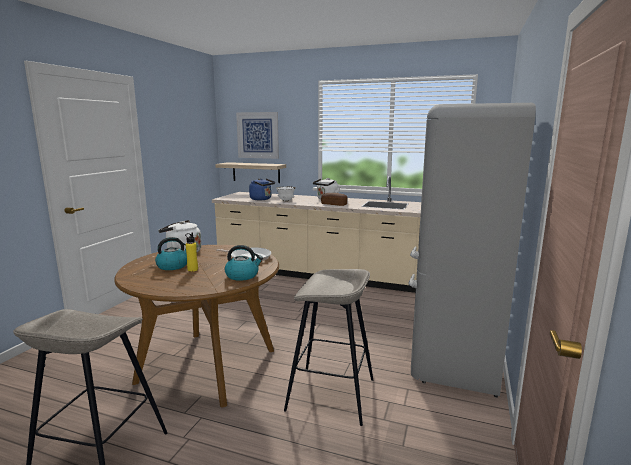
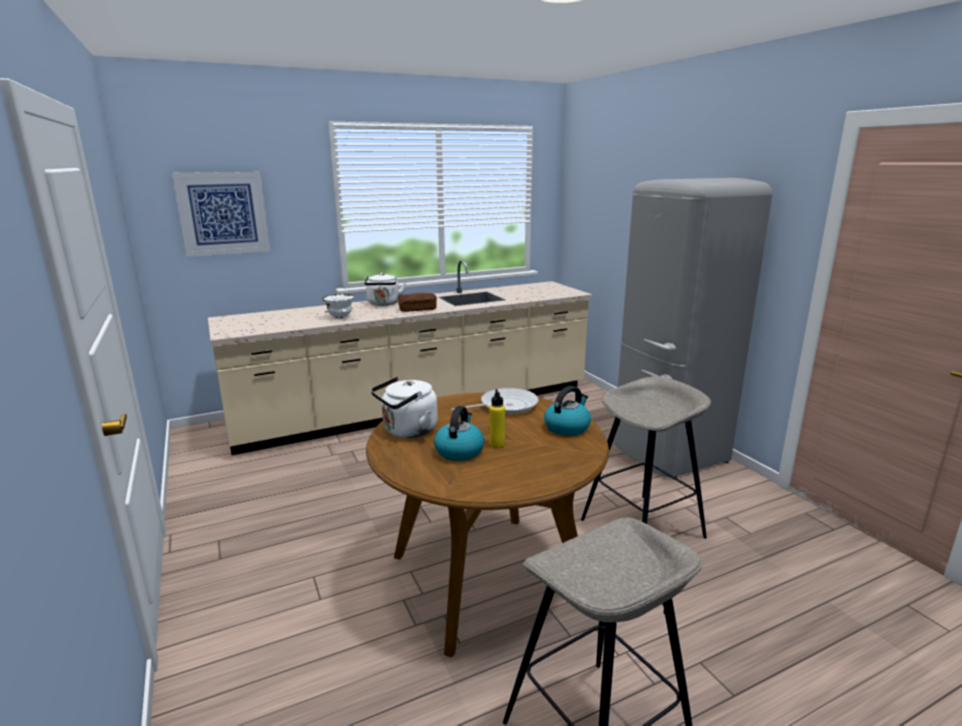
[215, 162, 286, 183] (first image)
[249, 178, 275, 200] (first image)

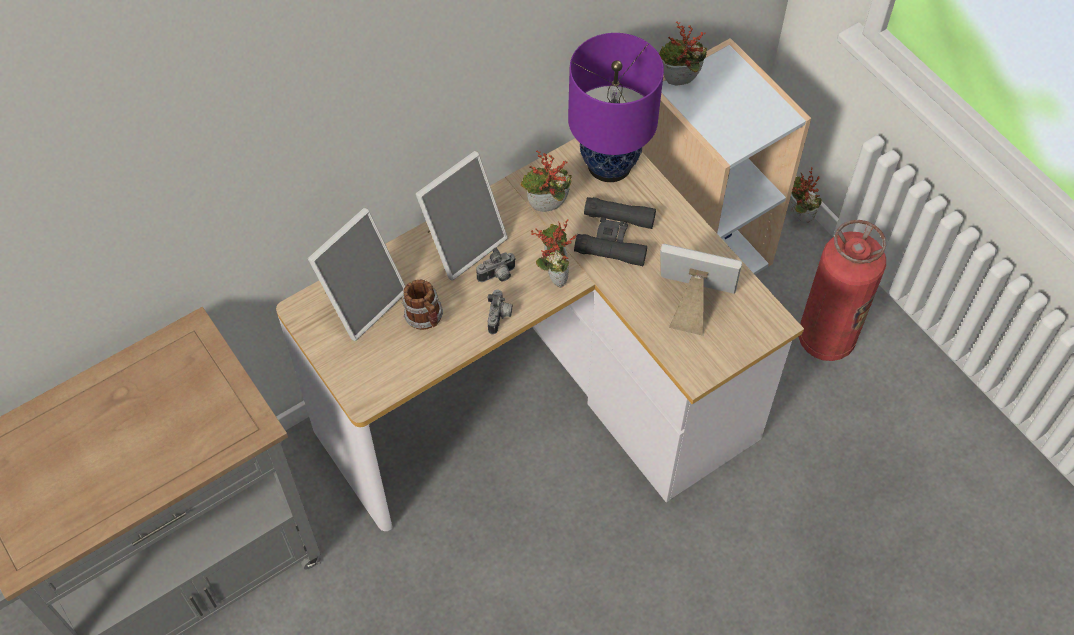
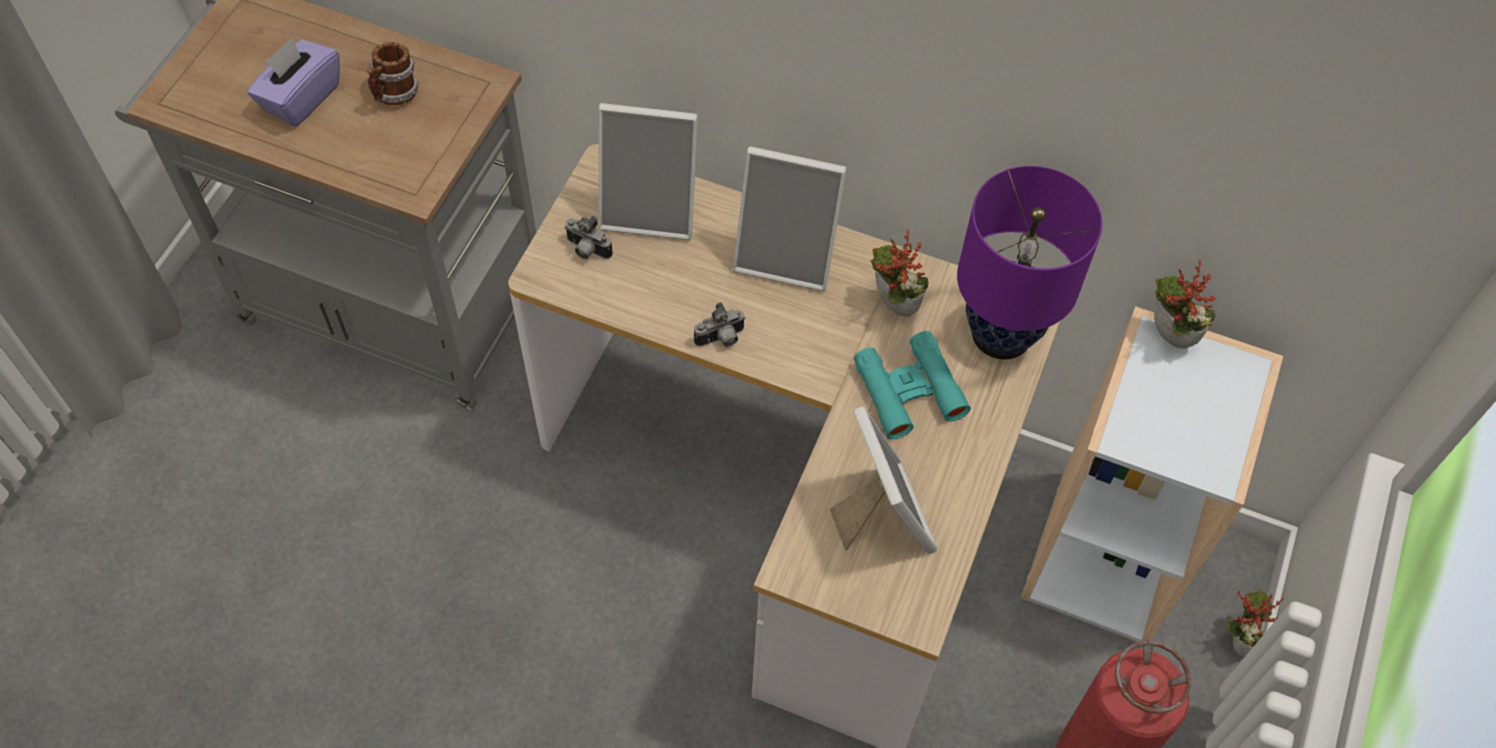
[247, 38, 340, 127]
[367, 42, 419, 105]
[564, 216, 613, 259]
[854, 331, 971, 439]
[530, 219, 577, 288] (first image)

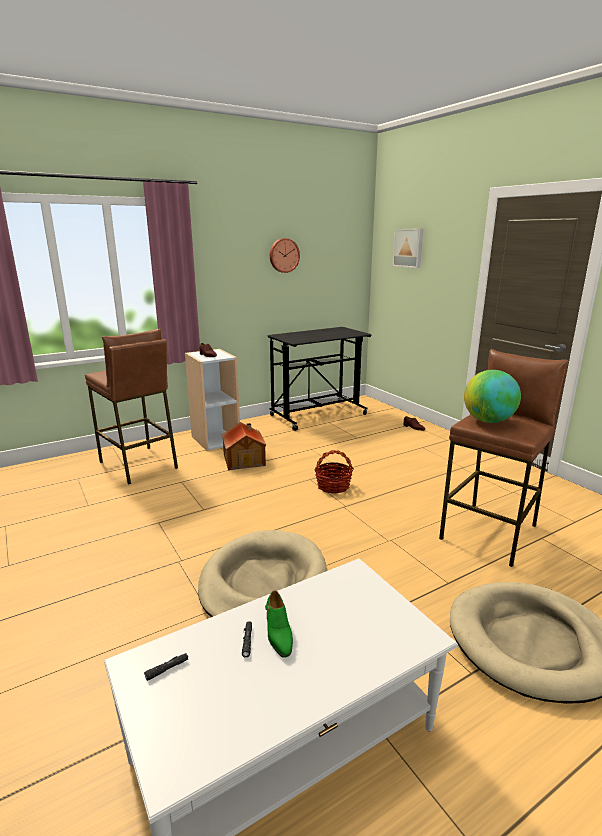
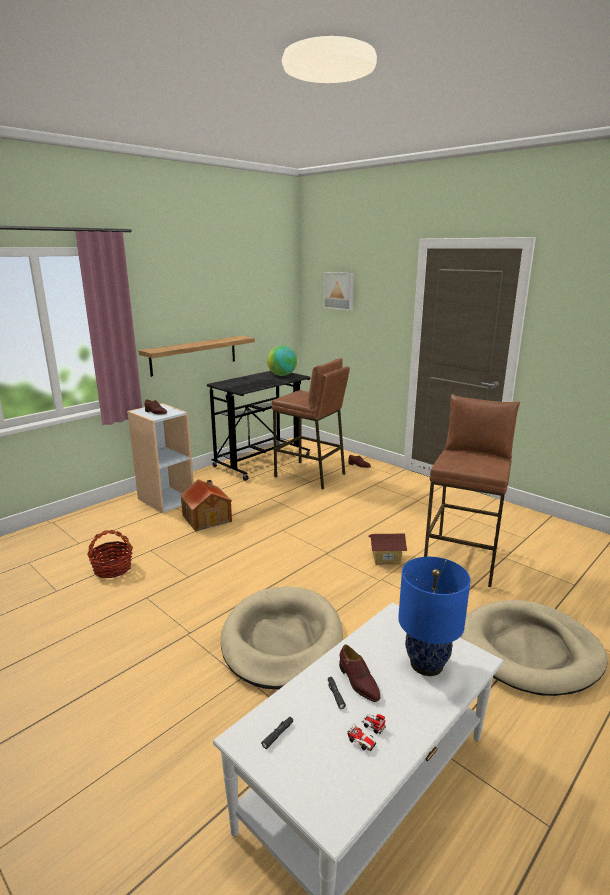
[87, 530, 133, 578]
[138, 336, 255, 377]
[267, 345, 297, 376]
[272, 358, 350, 489]
[339, 645, 380, 702]
[347, 714, 386, 751]
[368, 534, 407, 564]
[398, 557, 471, 676]
[270, 238, 300, 273] (first image)

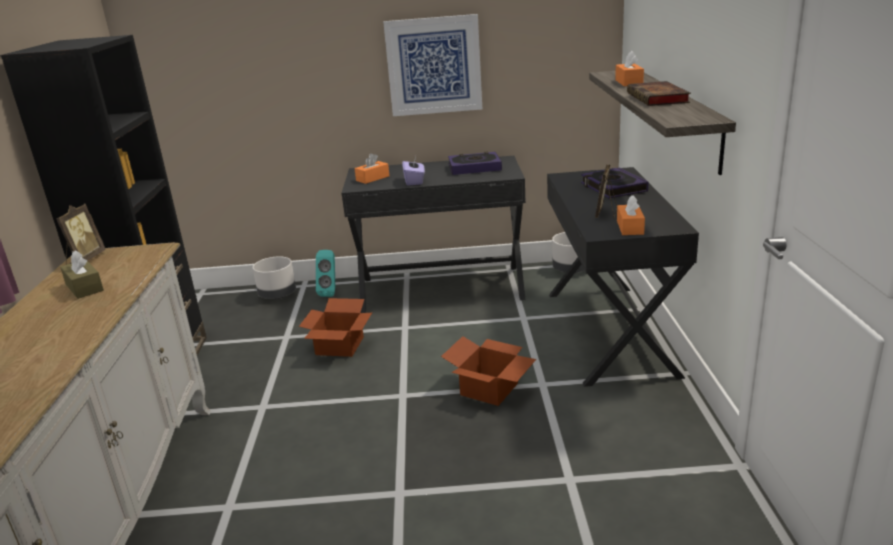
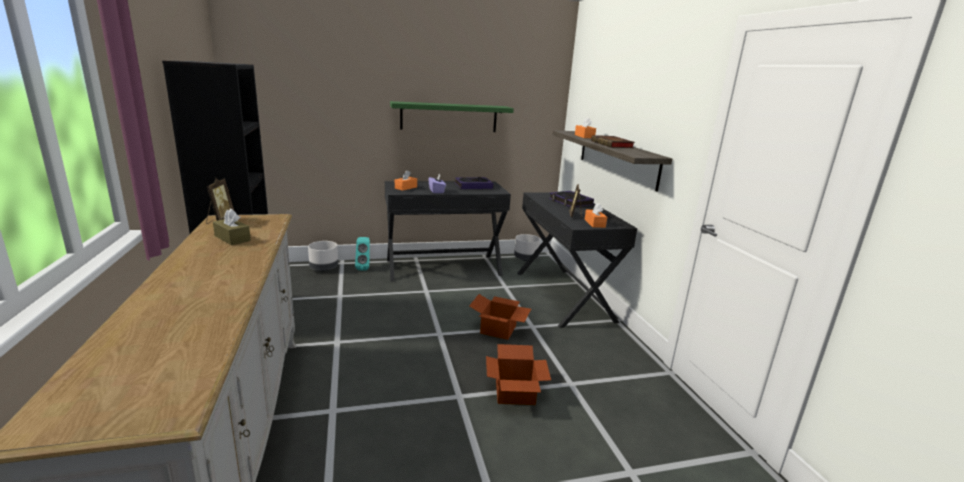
[390, 101, 514, 132]
[486, 344, 551, 405]

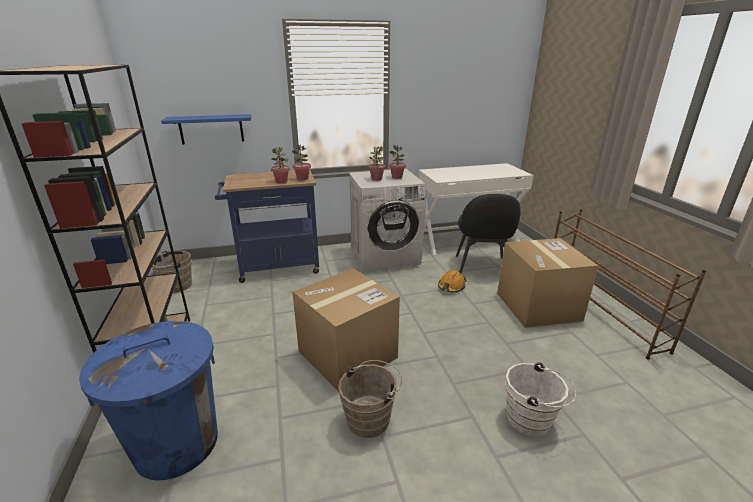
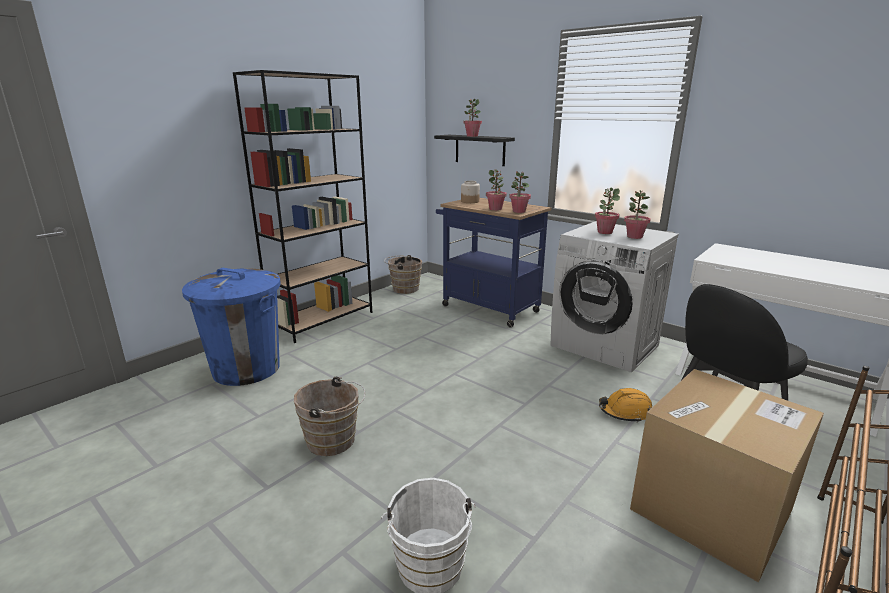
[434, 135, 515, 166]
[461, 181, 480, 203]
[464, 99, 482, 137]
[292, 268, 400, 391] (first image)

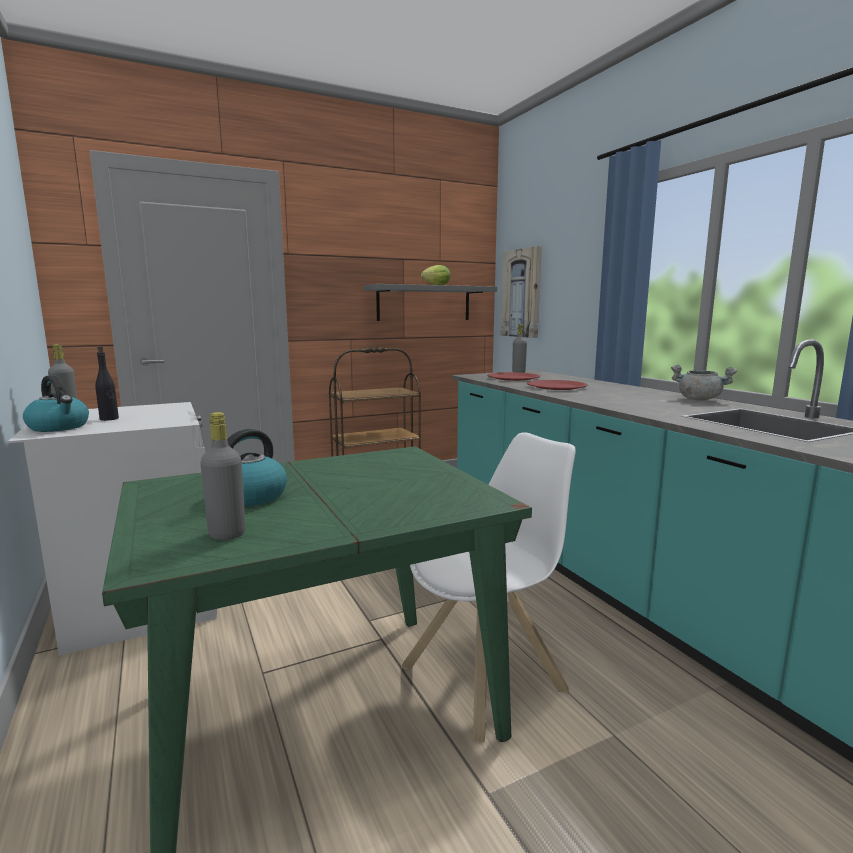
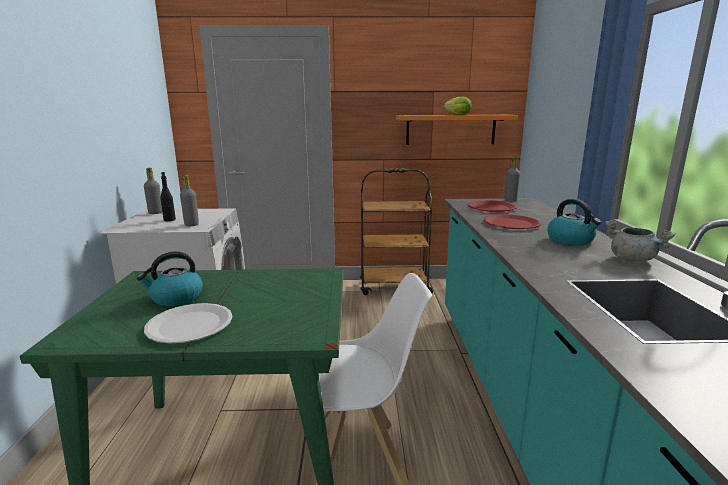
[144, 303, 232, 343]
[180, 175, 199, 226]
[396, 115, 518, 145]
[547, 199, 601, 246]
[500, 246, 542, 338] (first image)

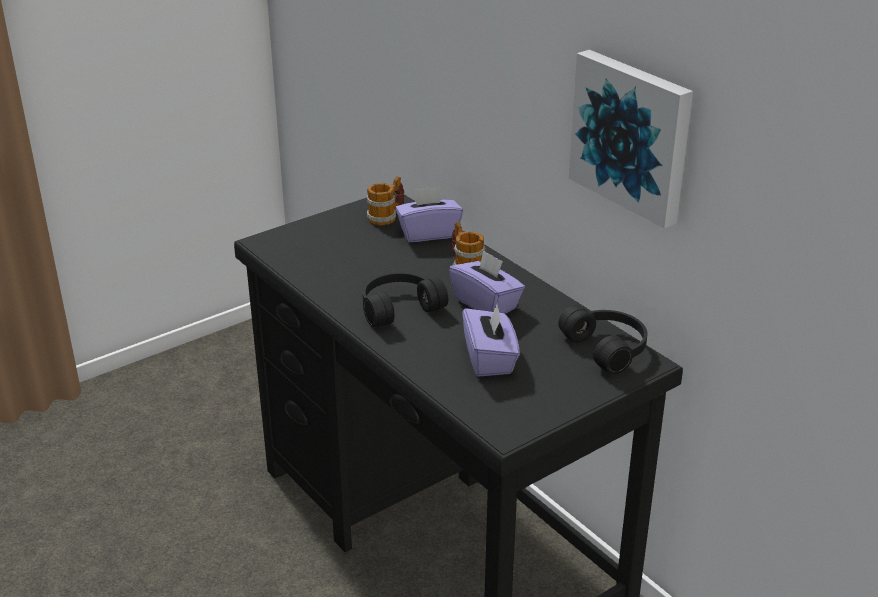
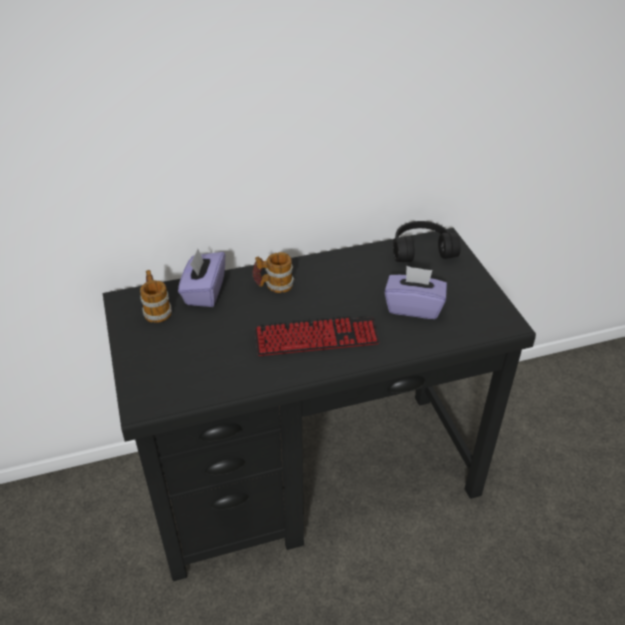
[255, 317, 380, 356]
[449, 250, 525, 314] (first image)
[569, 50, 693, 228] (first image)

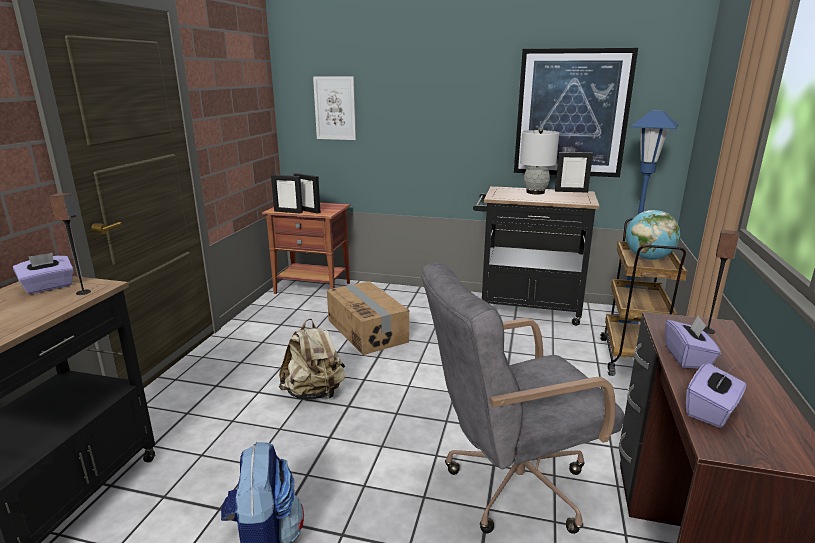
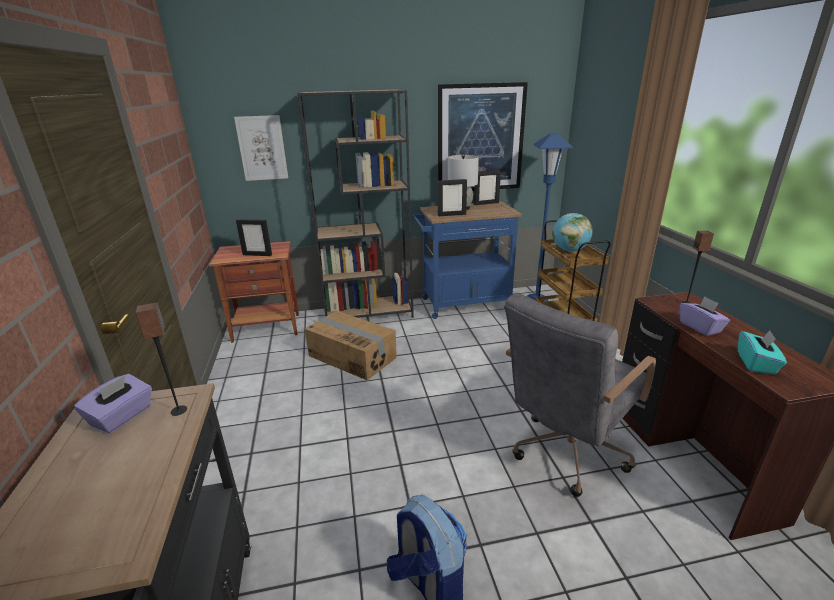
[298, 90, 414, 318]
[412, 201, 522, 319]
[438, 179, 467, 216]
[738, 330, 787, 375]
[279, 319, 345, 400] (first image)

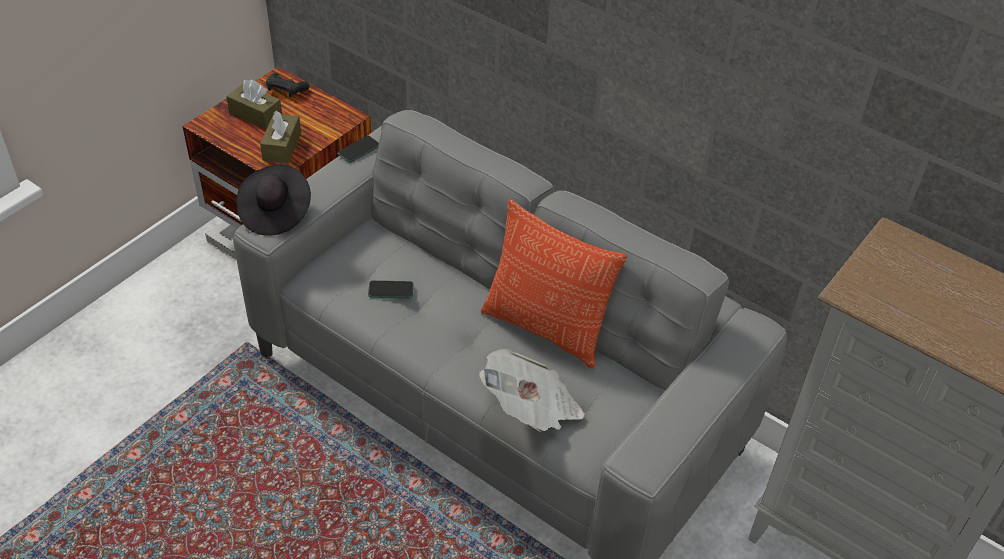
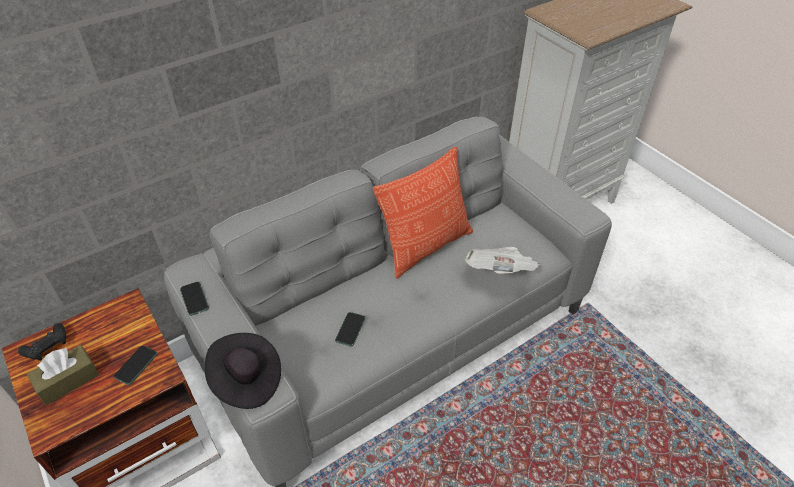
[114, 346, 157, 385]

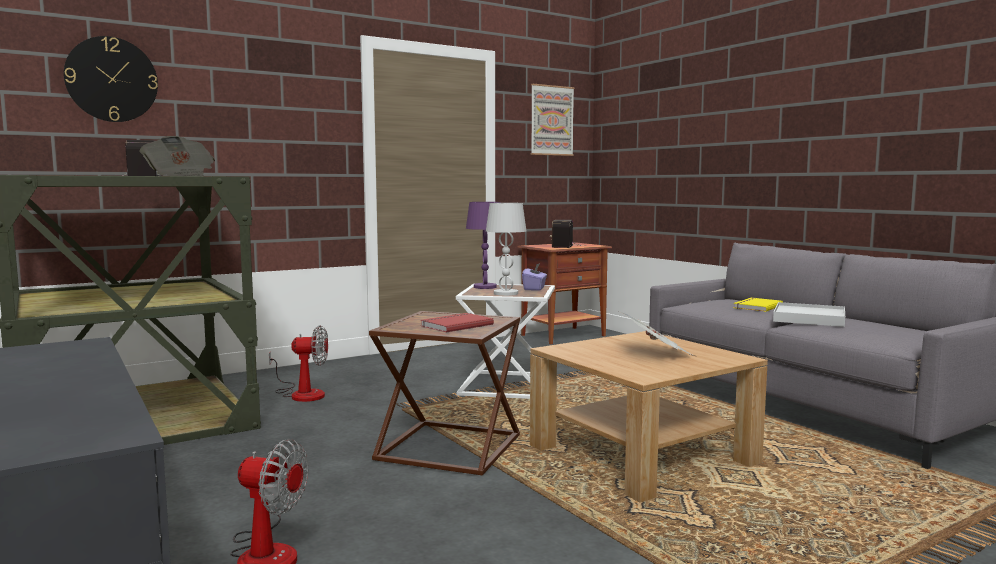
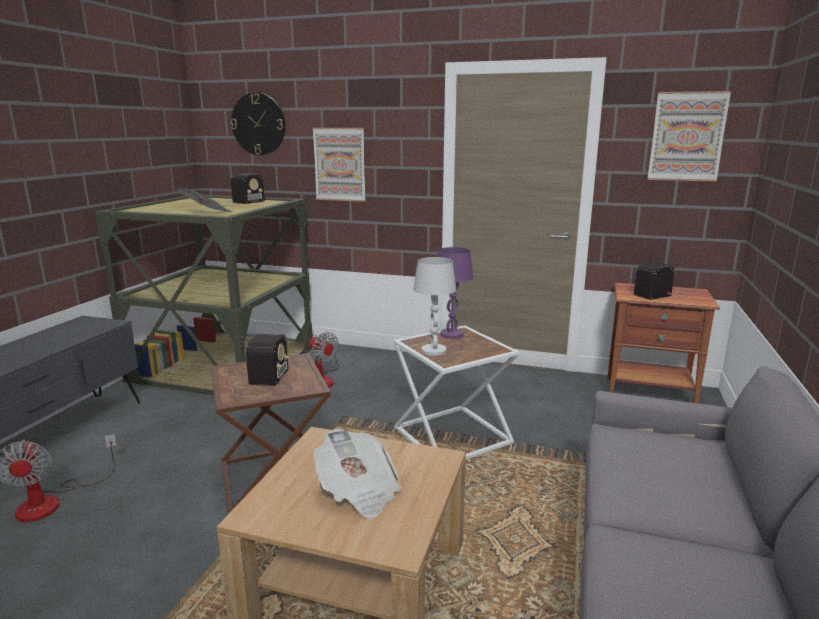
[224, 334, 290, 397]
[312, 128, 366, 202]
[522, 263, 547, 291] (first image)
[733, 298, 783, 312] (first image)
[773, 302, 845, 327] (first image)

